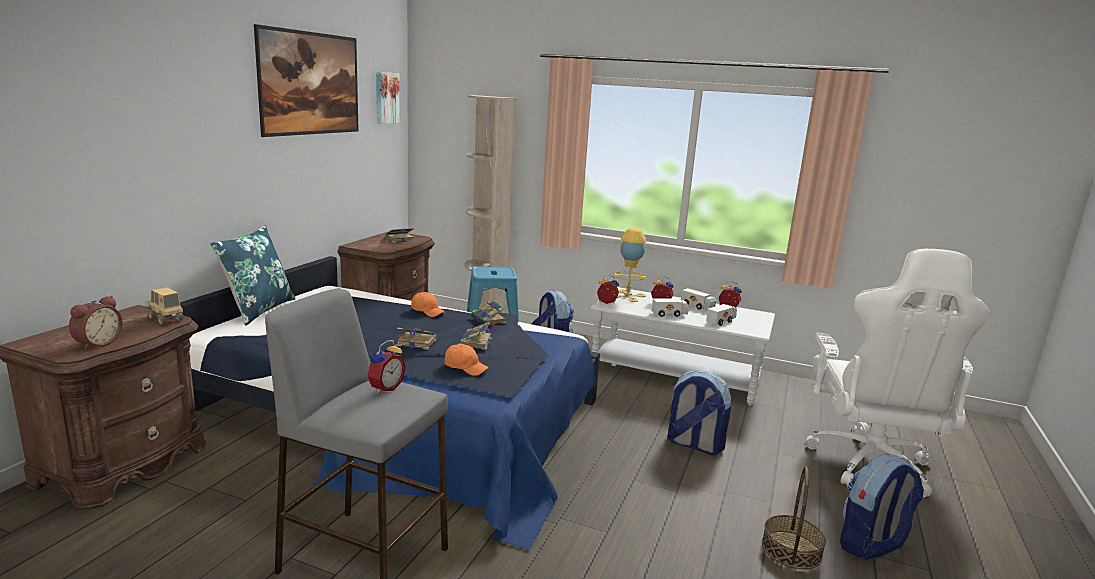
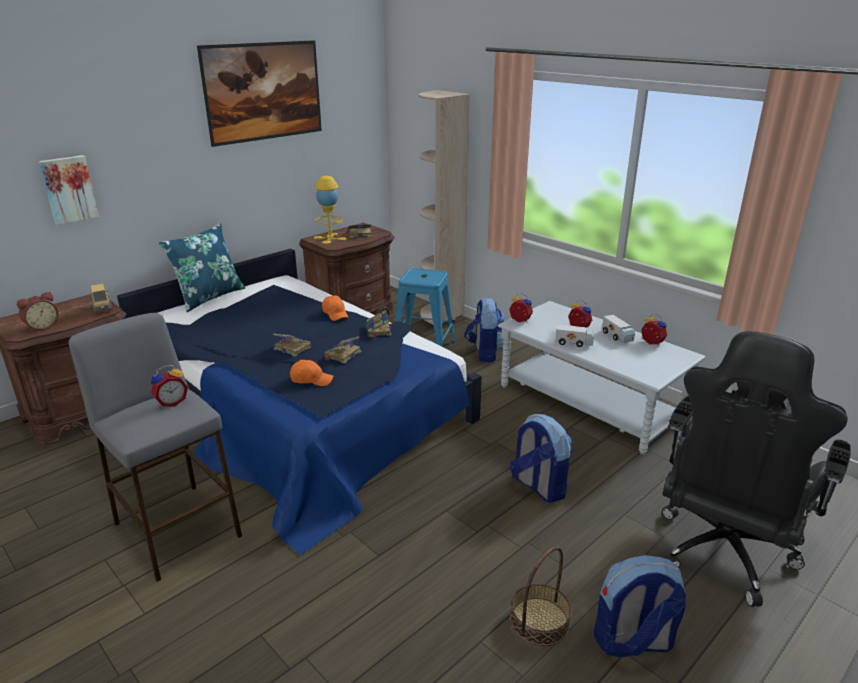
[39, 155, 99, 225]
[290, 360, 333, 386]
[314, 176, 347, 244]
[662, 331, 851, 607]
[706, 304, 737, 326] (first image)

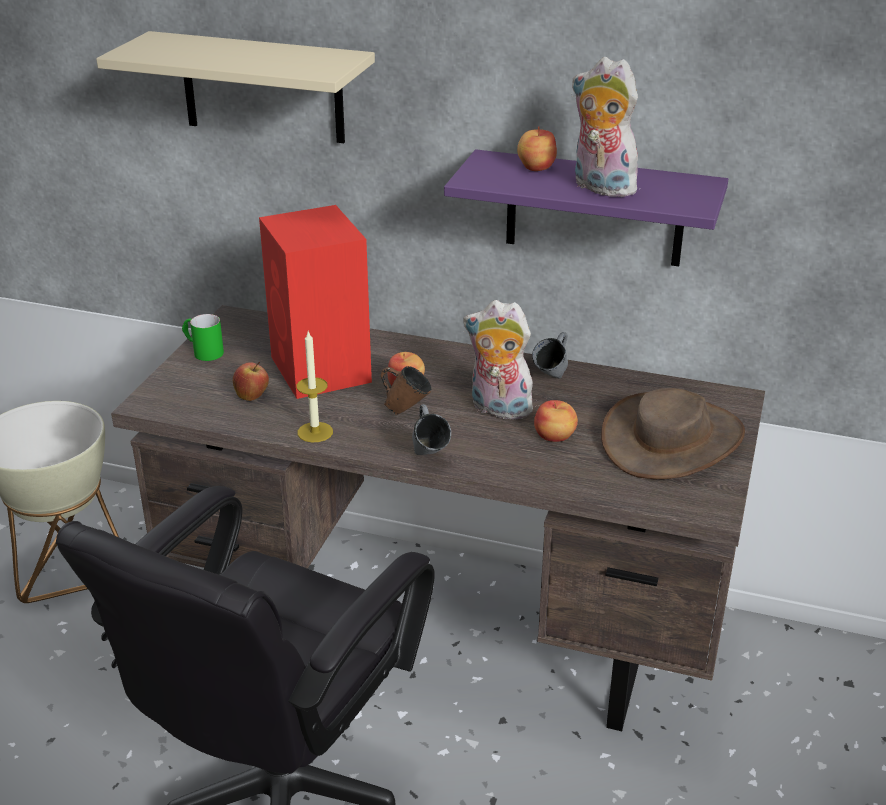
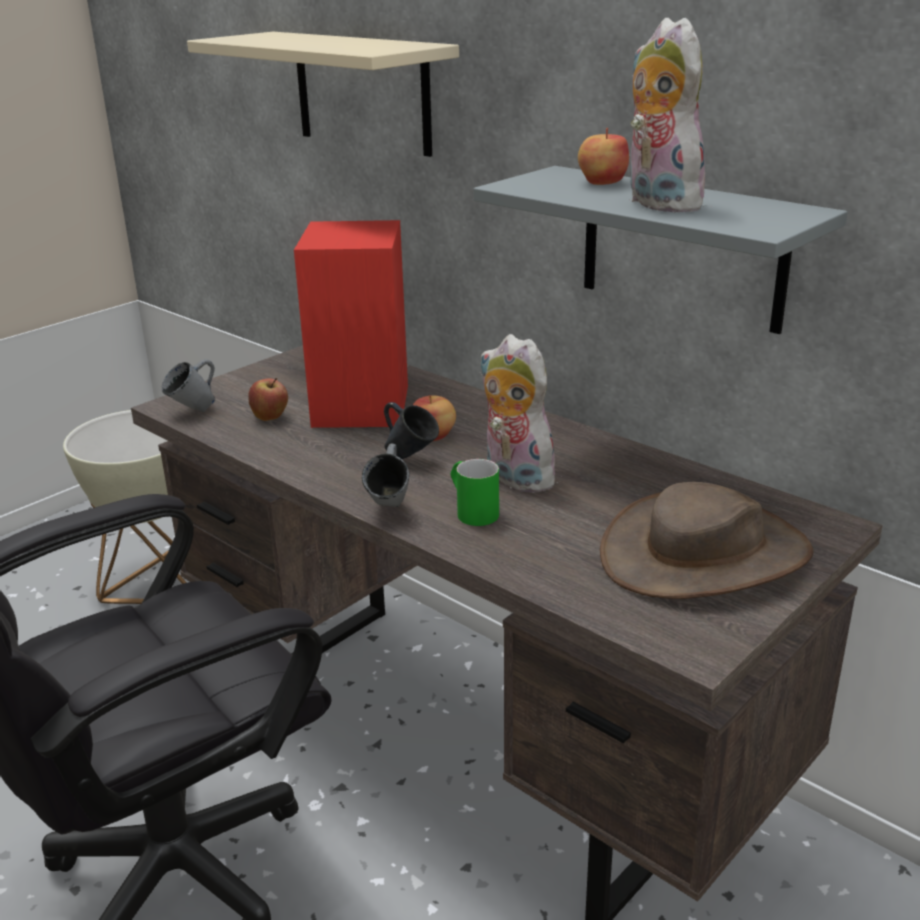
[162, 359, 216, 412]
[384, 402, 439, 459]
[450, 459, 499, 526]
[473, 166, 848, 334]
[297, 330, 333, 443] (first image)
[534, 400, 578, 442] (first image)

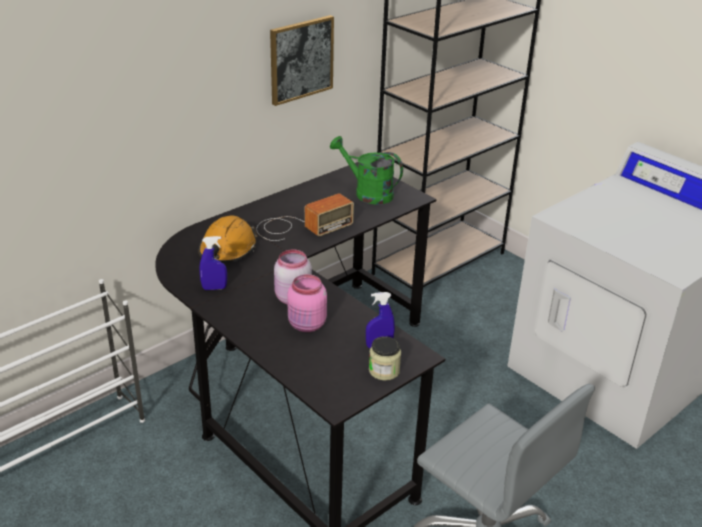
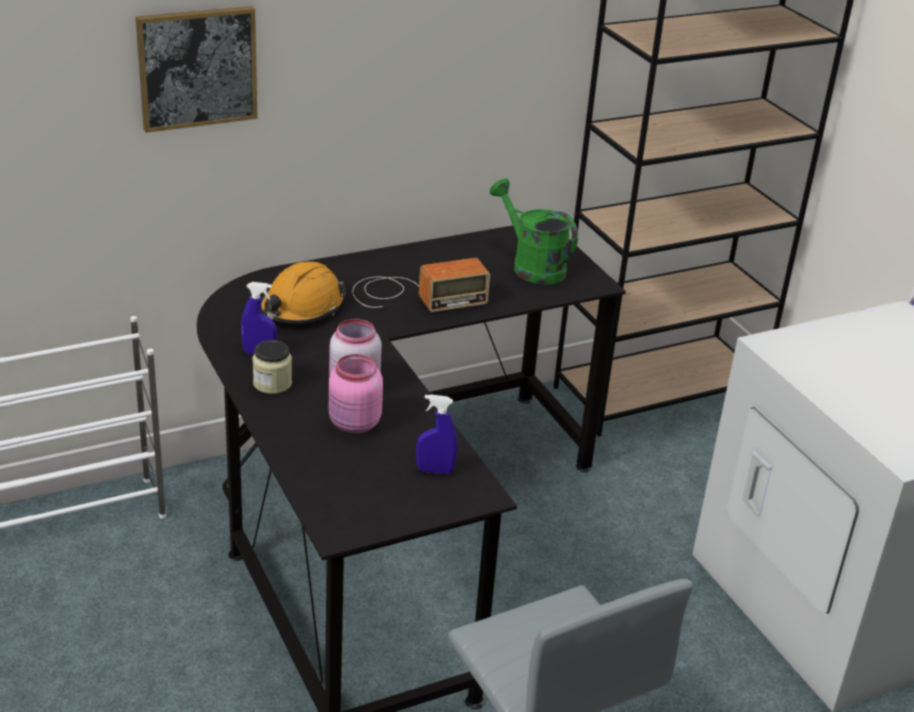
[136, 6, 257, 133]
[252, 340, 292, 394]

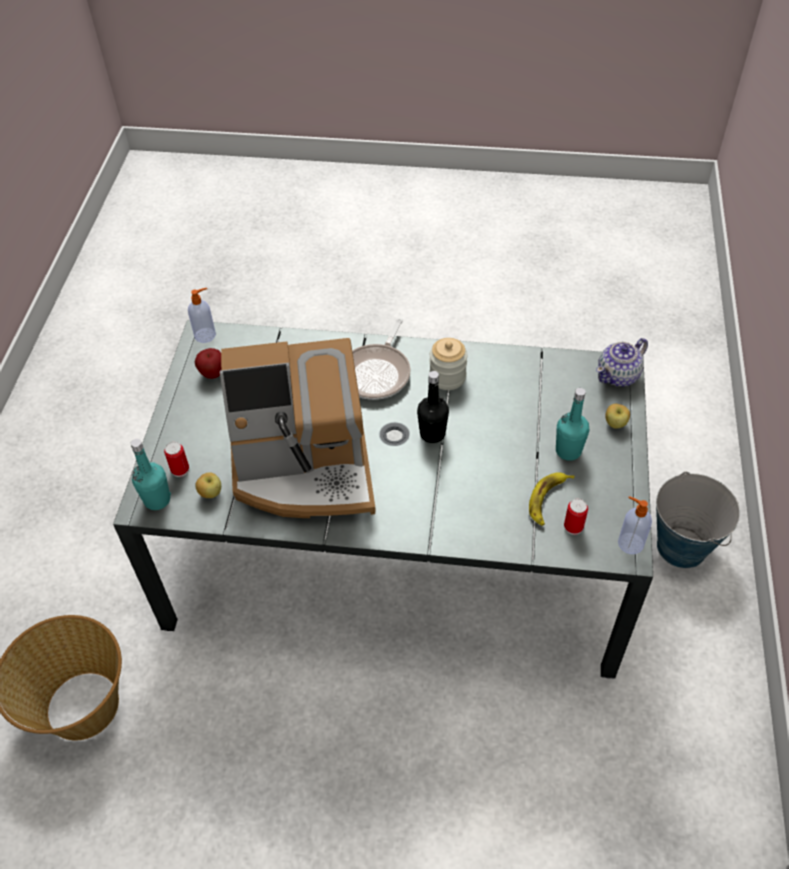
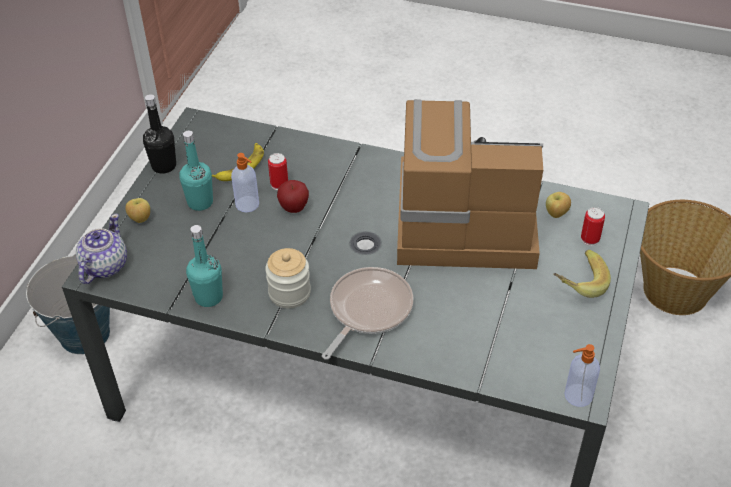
[76, 214, 127, 284]
[143, 94, 176, 174]
[186, 225, 223, 307]
[231, 153, 259, 212]
[268, 153, 288, 190]
[277, 180, 309, 213]
[554, 250, 611, 298]

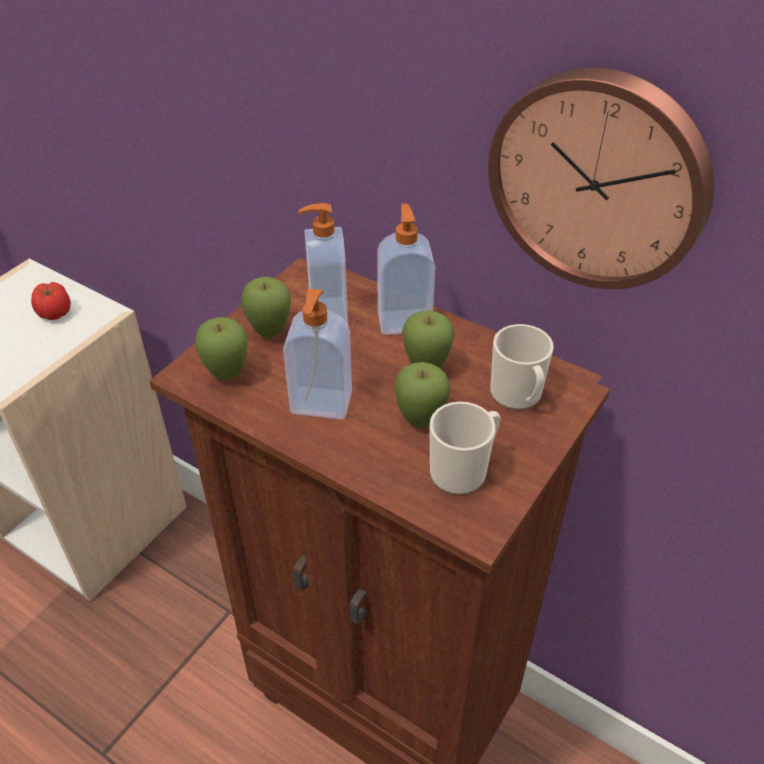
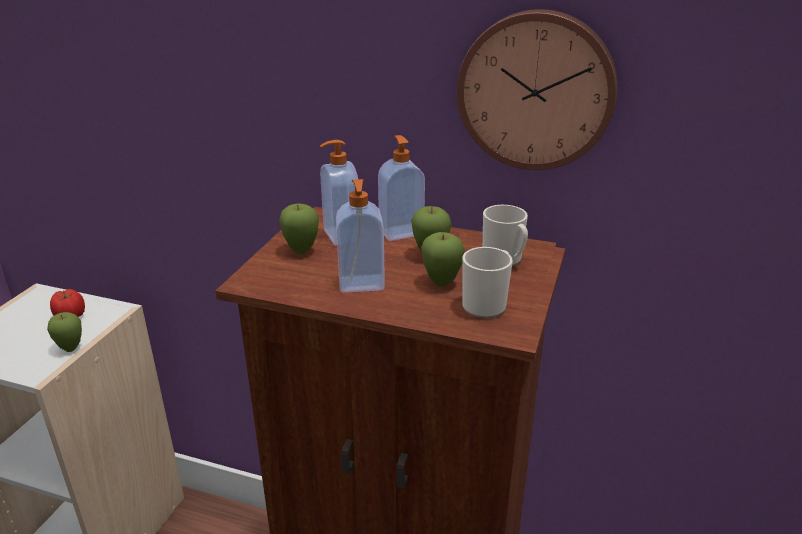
[47, 312, 82, 352]

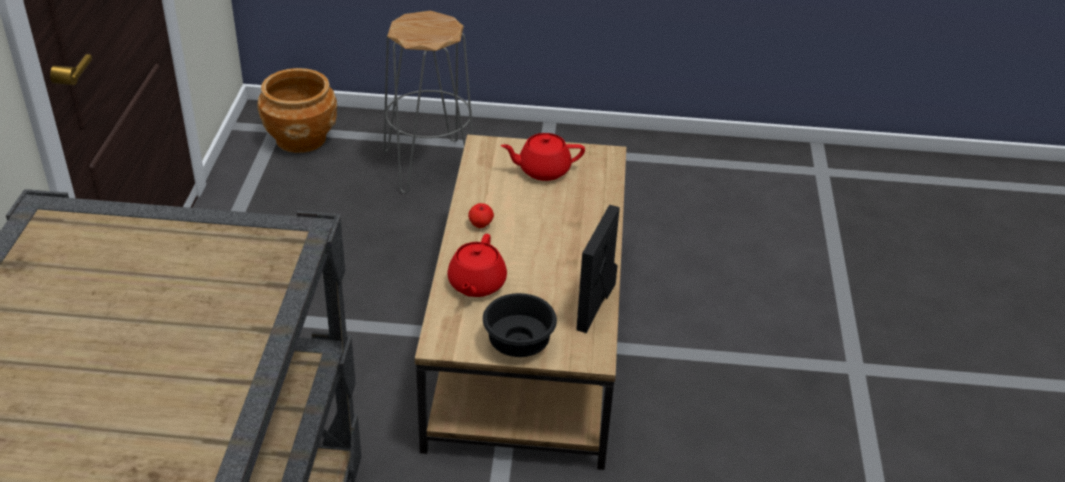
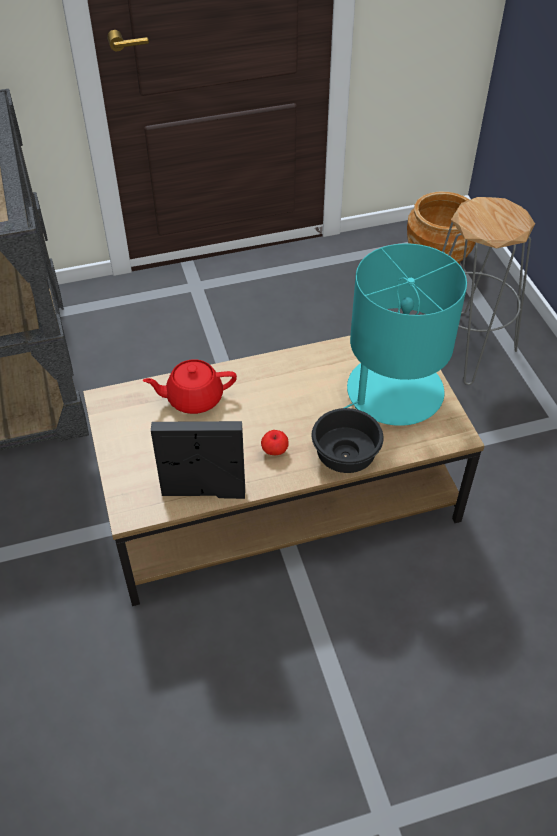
[261, 430, 289, 455]
[312, 408, 384, 473]
[344, 243, 467, 426]

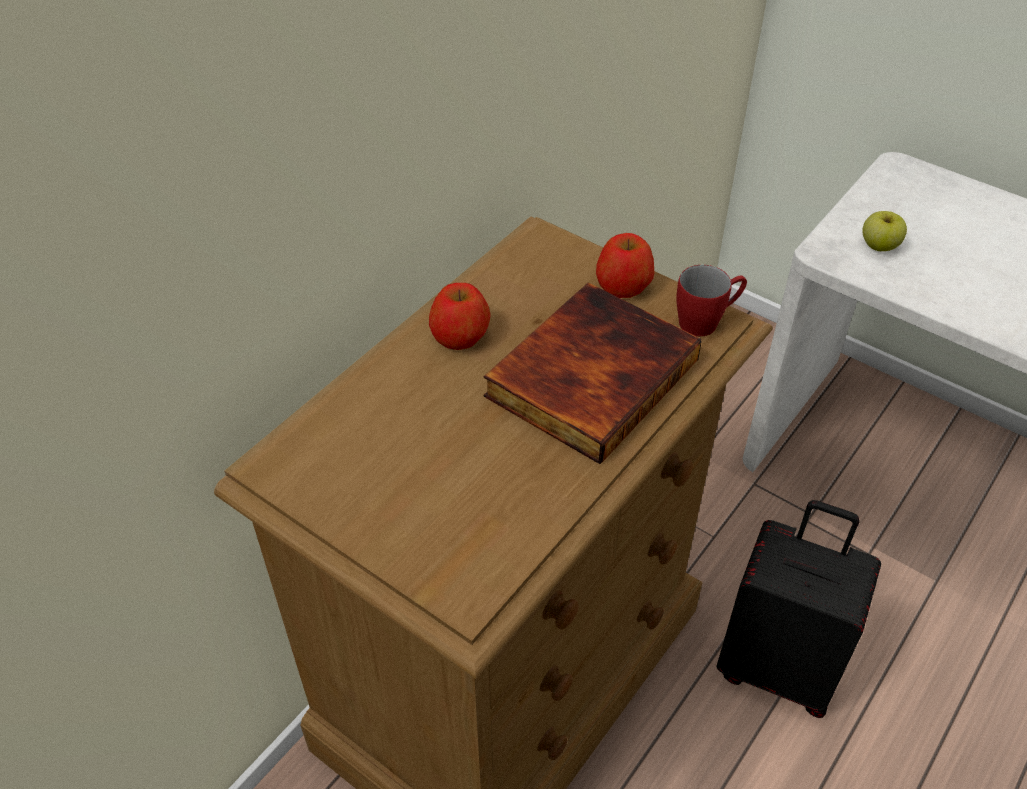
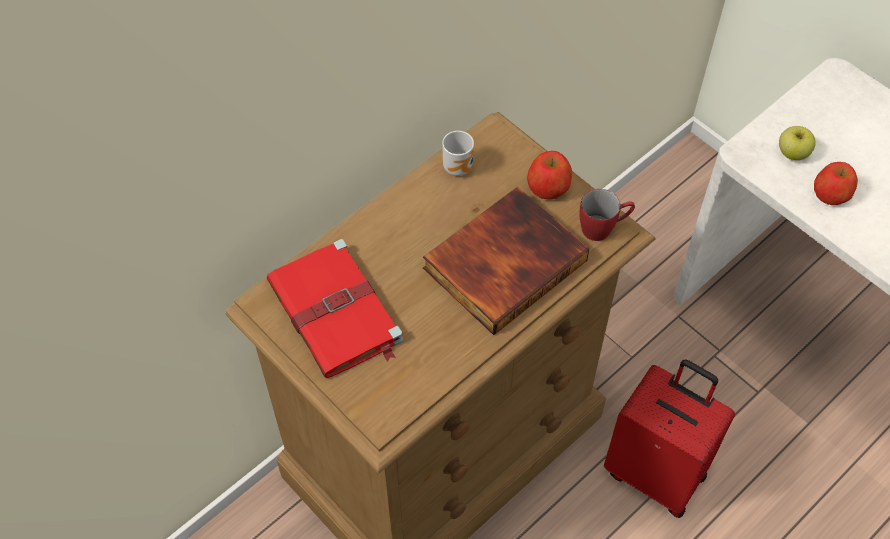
[267, 239, 404, 378]
[442, 131, 474, 176]
[604, 359, 735, 518]
[814, 162, 858, 205]

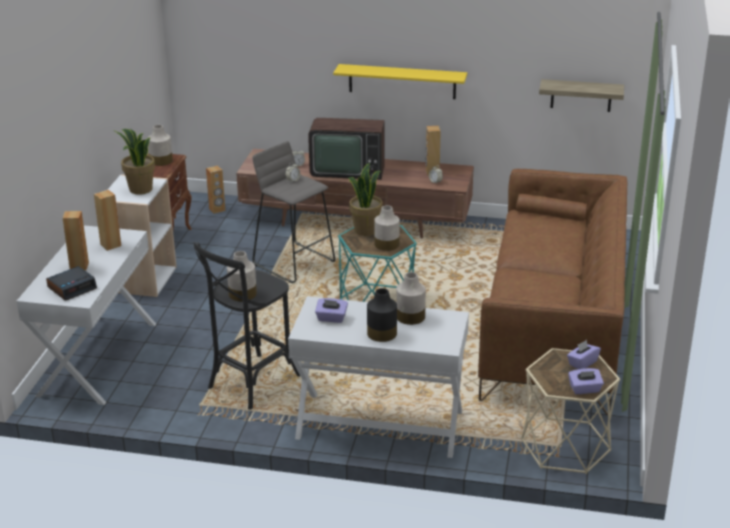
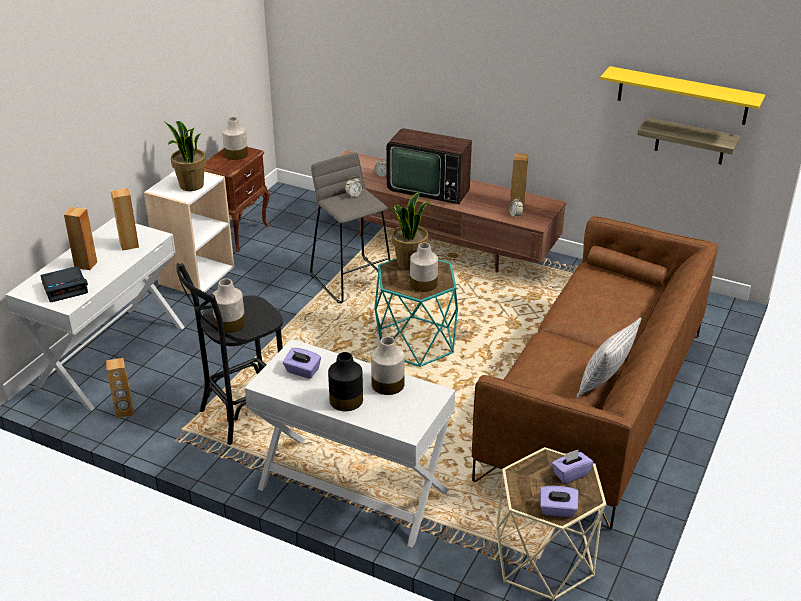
[106, 358, 134, 418]
[576, 317, 641, 398]
[600, 66, 765, 125]

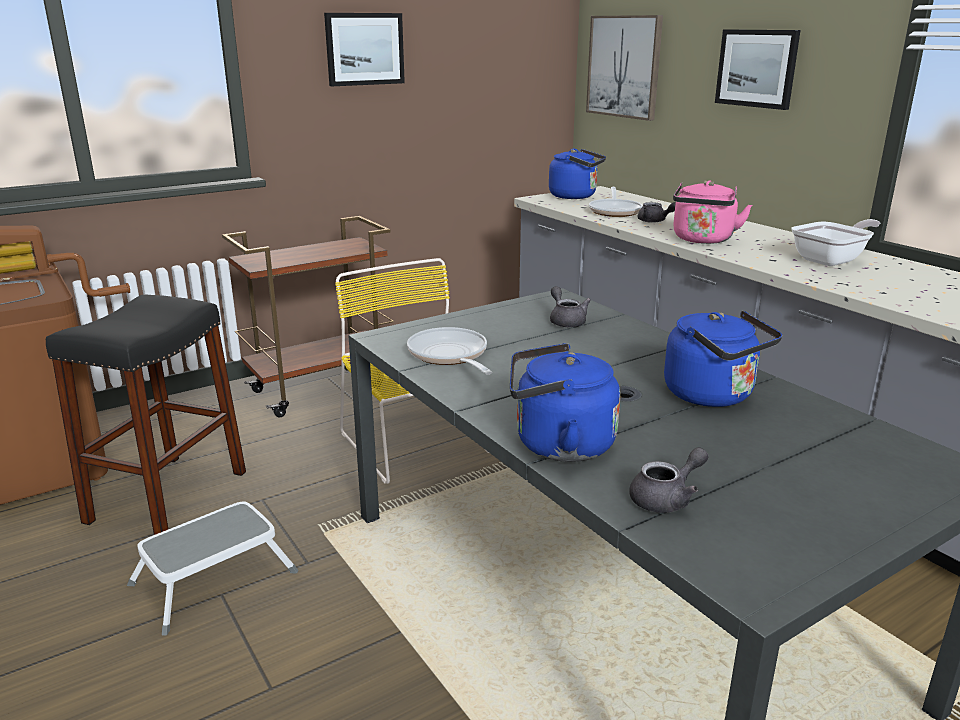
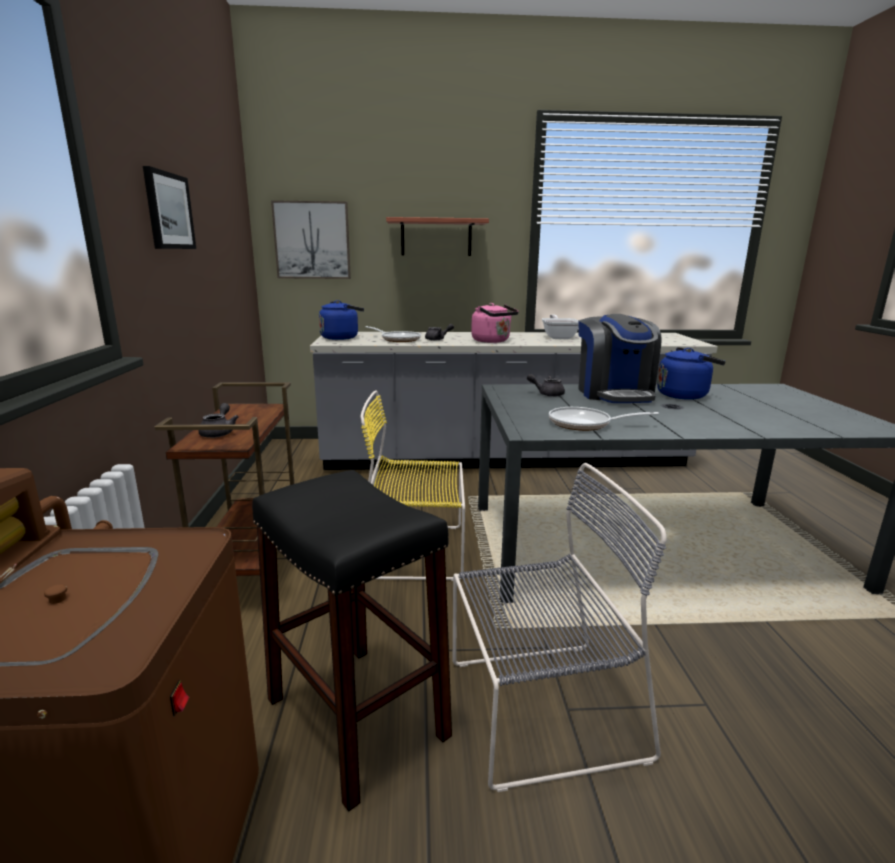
[198, 403, 239, 438]
[386, 217, 489, 256]
[453, 463, 667, 792]
[578, 314, 662, 403]
[510, 343, 620, 462] (first image)

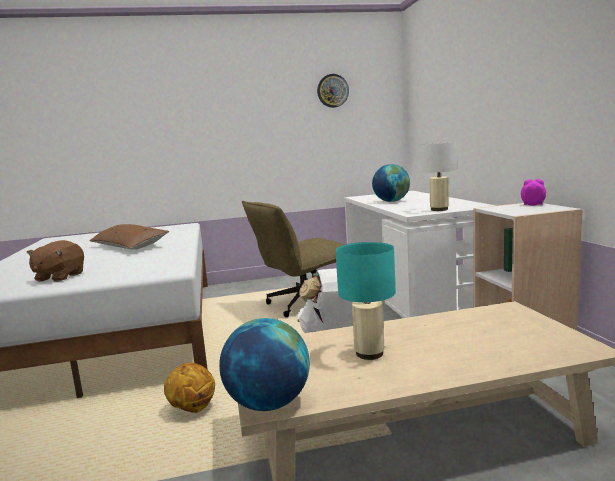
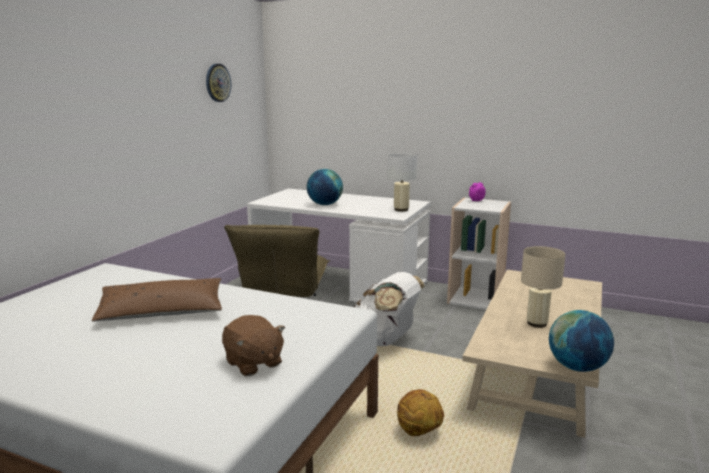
[521, 246, 565, 328]

